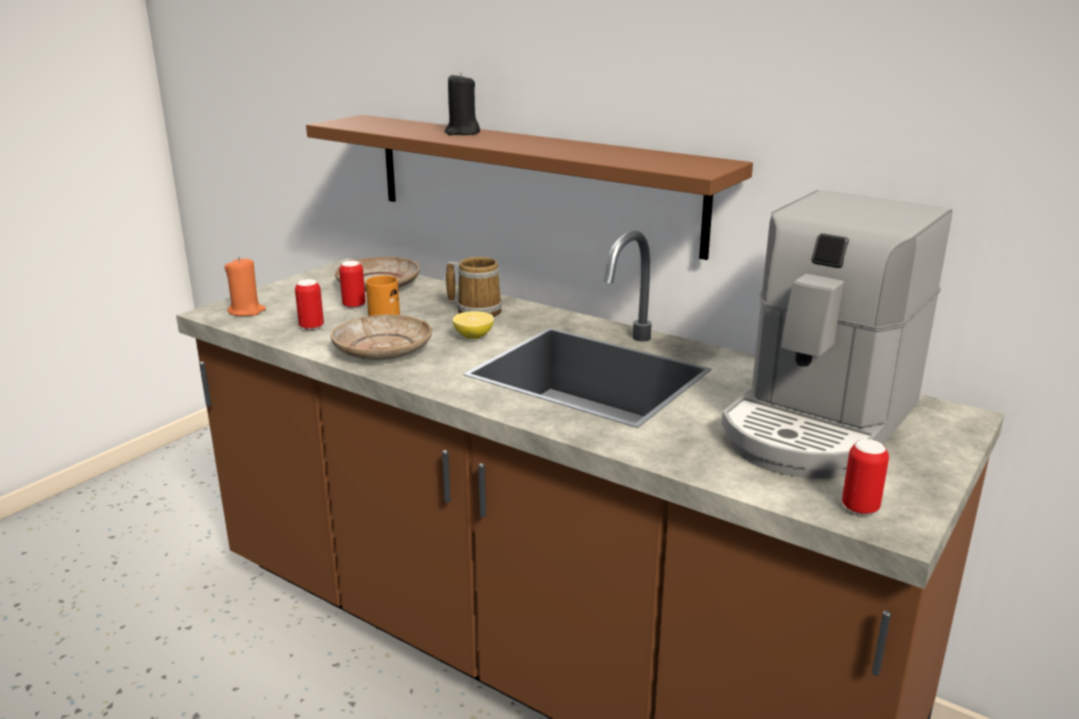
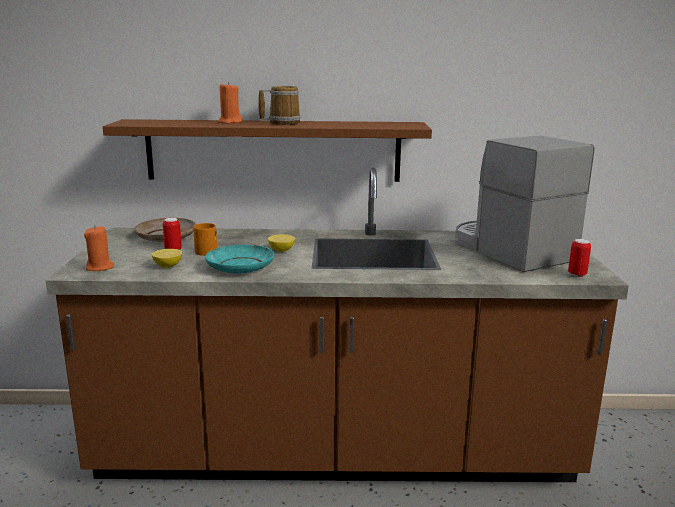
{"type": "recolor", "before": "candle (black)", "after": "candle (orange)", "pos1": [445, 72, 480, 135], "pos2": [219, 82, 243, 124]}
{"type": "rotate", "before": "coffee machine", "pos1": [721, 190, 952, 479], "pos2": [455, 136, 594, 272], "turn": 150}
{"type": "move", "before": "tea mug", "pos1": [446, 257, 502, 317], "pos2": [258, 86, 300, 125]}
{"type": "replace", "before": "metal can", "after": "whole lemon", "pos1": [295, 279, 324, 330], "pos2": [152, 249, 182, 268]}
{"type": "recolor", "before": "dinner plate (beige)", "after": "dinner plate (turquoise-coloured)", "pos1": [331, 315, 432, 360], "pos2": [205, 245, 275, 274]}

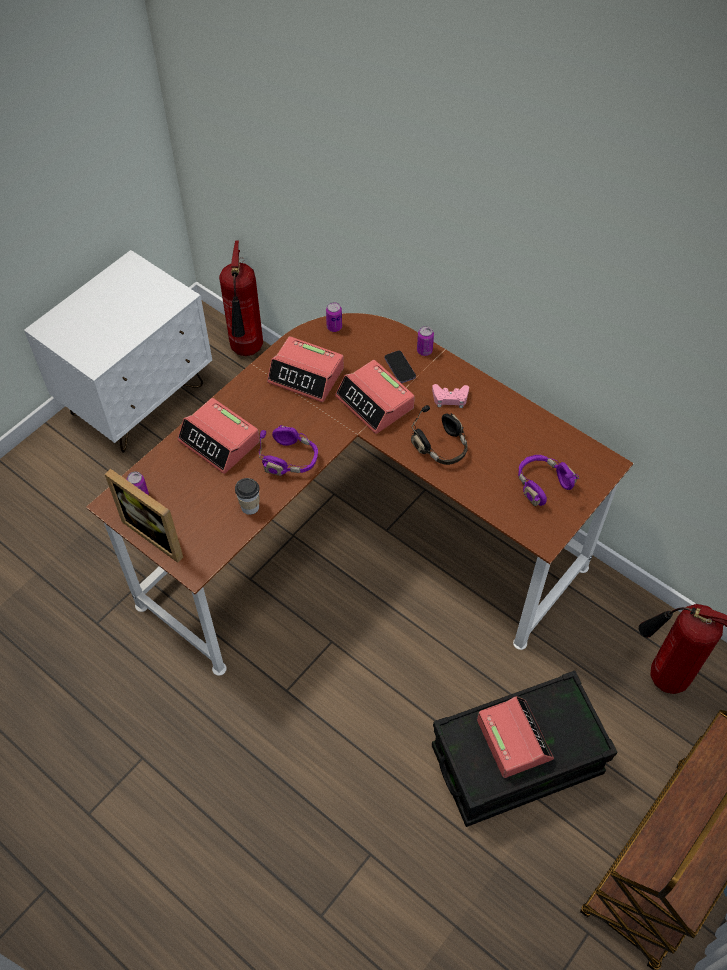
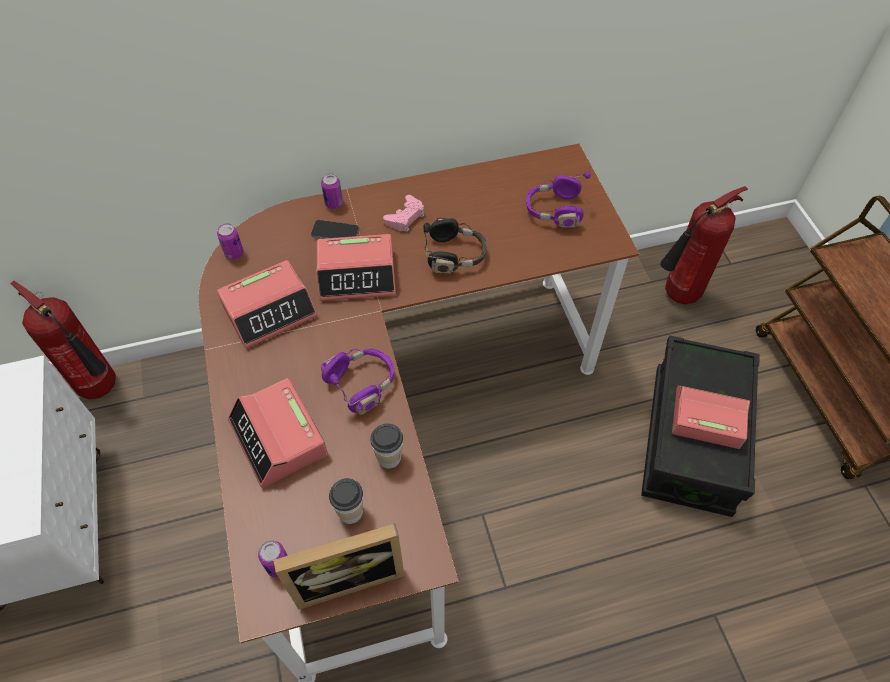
{"type": "rotate", "before": "alarm clock", "pos1": [177, 398, 260, 474], "pos2": [228, 378, 328, 488], "turn": 75}
{"type": "insert", "after": "drinking cup", "pos2": [329, 478, 363, 524]}

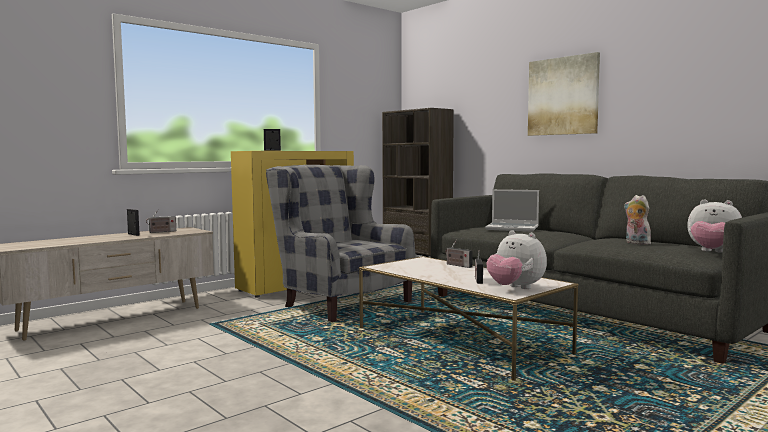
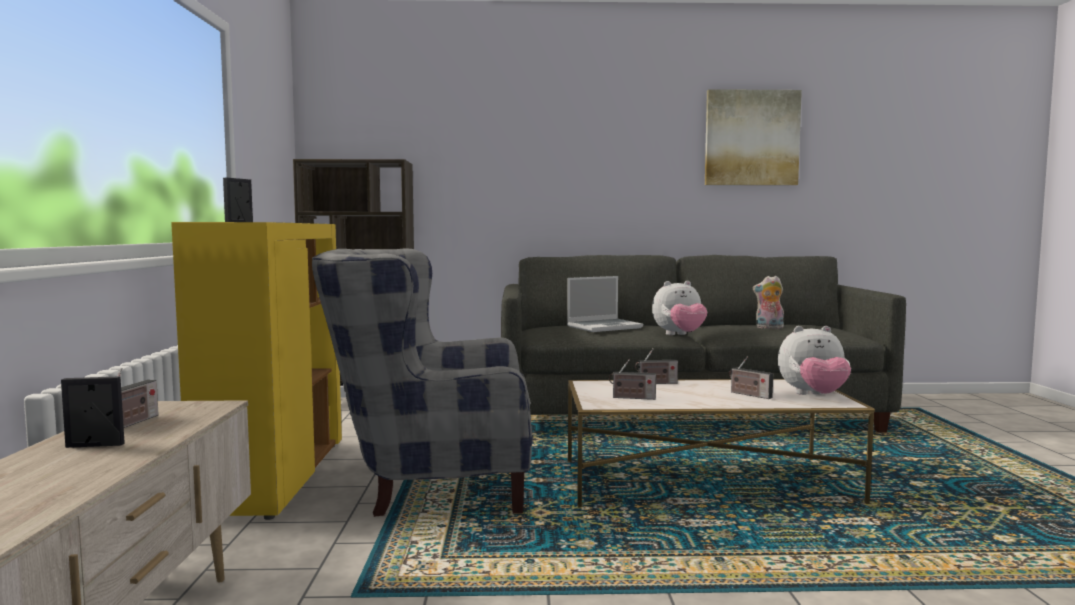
{"type": "move", "before": "picture", "pos1": [528, 52, 600, 136], "pos2": [705, 89, 802, 185]}
{"type": "move", "before": "plush toy", "pos1": [687, 199, 742, 253], "pos2": [652, 281, 707, 335]}
{"type": "insert", "after": "radio receiver", "pos2": [609, 360, 656, 400]}

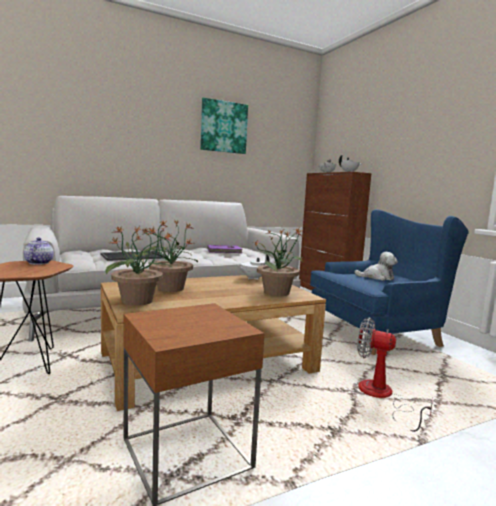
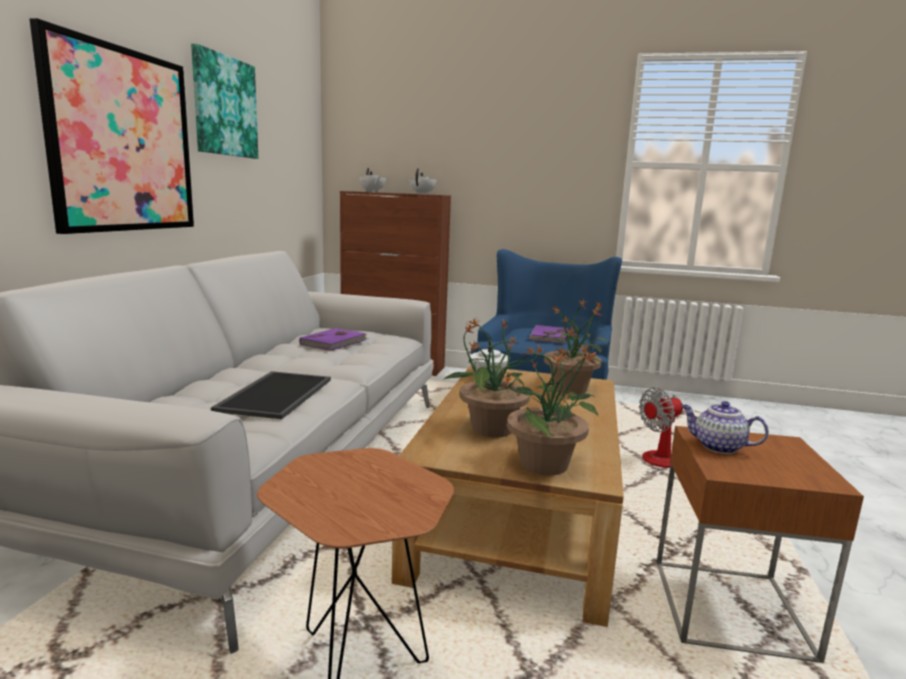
{"type": "move", "before": "tea pot", "pos1": [24, 238, 54, 265], "pos2": [682, 401, 769, 454]}
{"type": "replace", "before": "plush toy", "after": "book (purple-coloured)", "pos1": [354, 252, 398, 281], "pos2": [528, 325, 568, 344]}
{"type": "insert", "after": "picture", "pos2": [30, 18, 194, 234]}

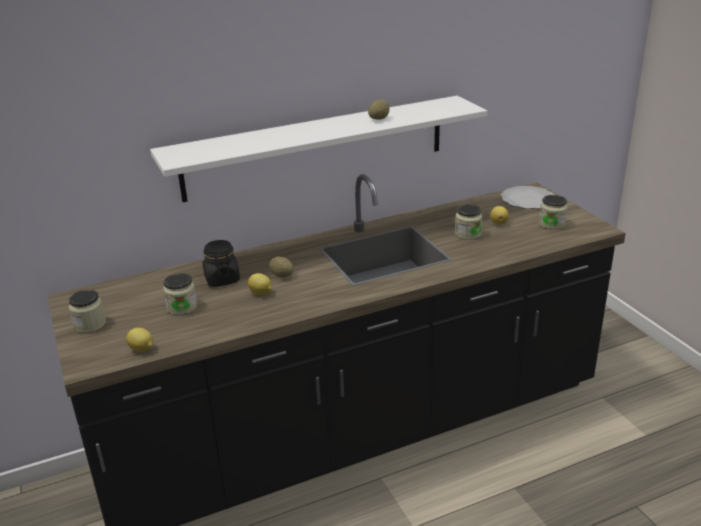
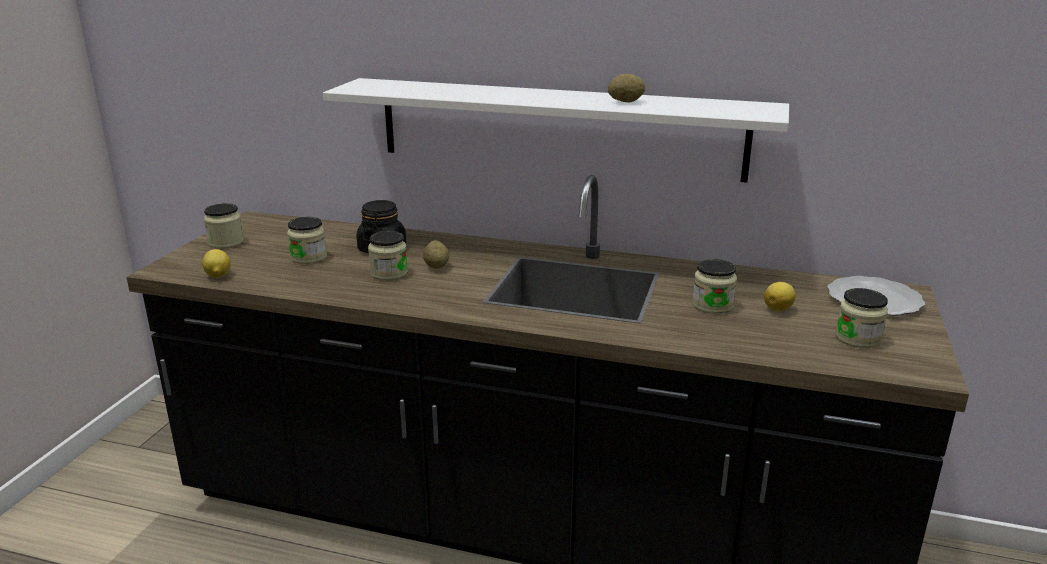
{"type": "replace", "before": "whole lemon", "after": "storage jar", "pos1": [248, 273, 272, 295], "pos2": [368, 231, 408, 281]}

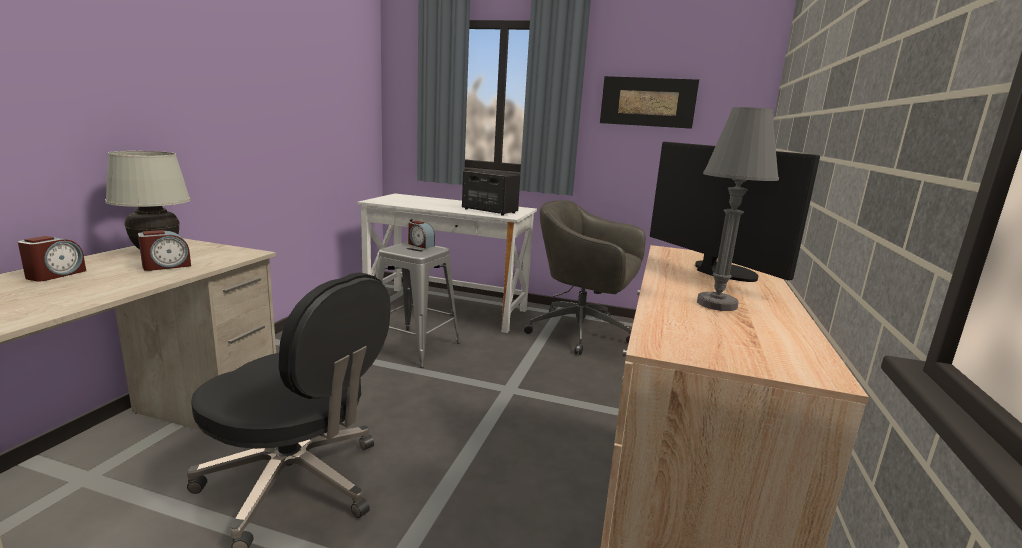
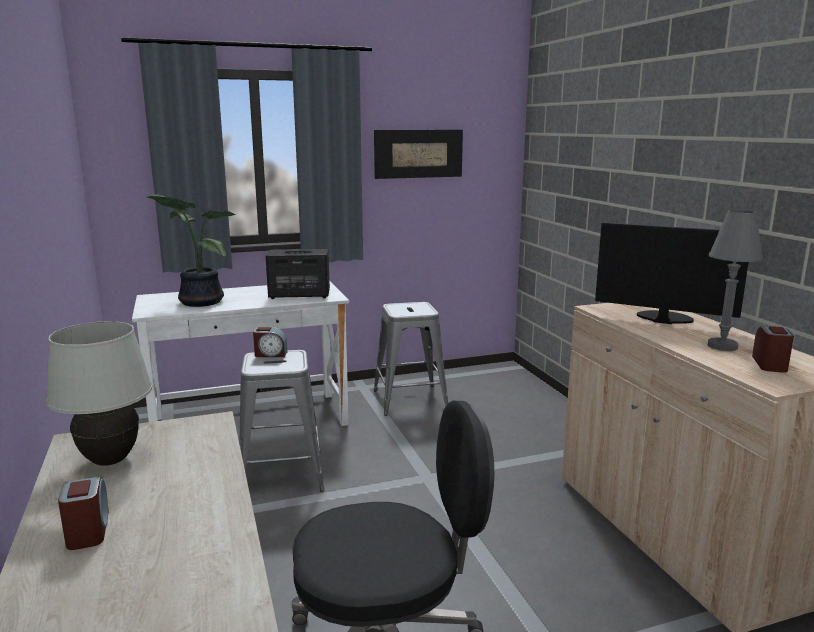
{"type": "replace", "before": "office chair (greyish)", "after": "stool (greyish)", "pos1": [524, 200, 646, 355], "pos2": [374, 302, 448, 416]}
{"type": "move", "before": "alarm clock", "pos1": [138, 230, 191, 271], "pos2": [752, 326, 794, 373]}
{"type": "insert", "after": "plant in a pot", "pos2": [146, 195, 235, 307]}

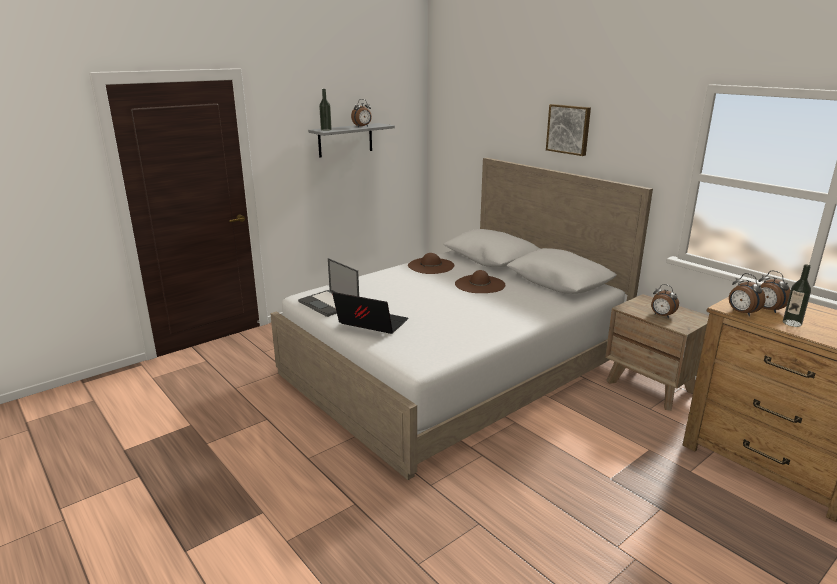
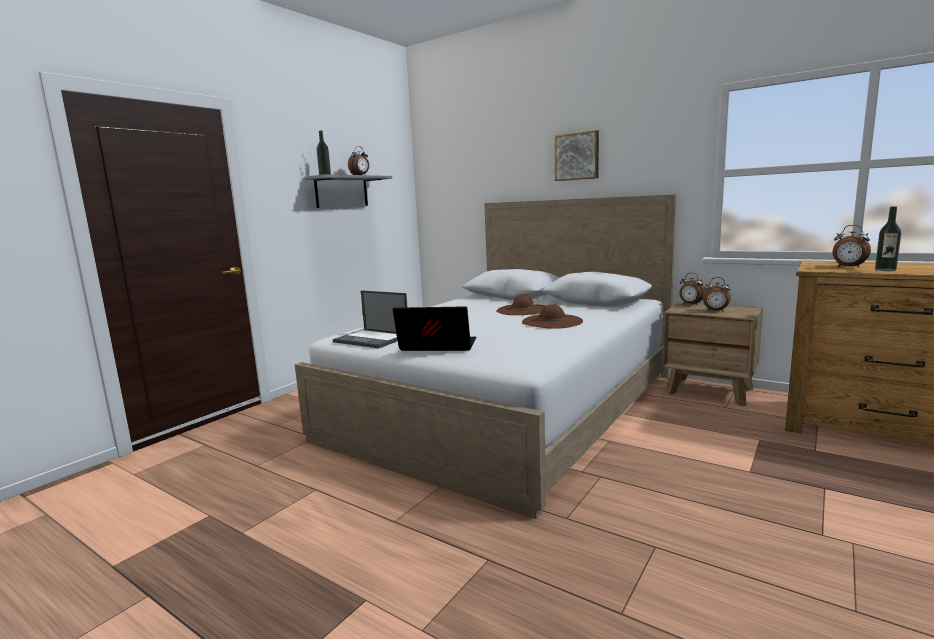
{"type": "move", "before": "hat (brownish)", "pos1": [408, 253, 454, 274], "pos2": [522, 304, 583, 329]}
{"type": "move", "before": "alarm clock", "pos1": [729, 273, 766, 316], "pos2": [679, 273, 705, 305]}

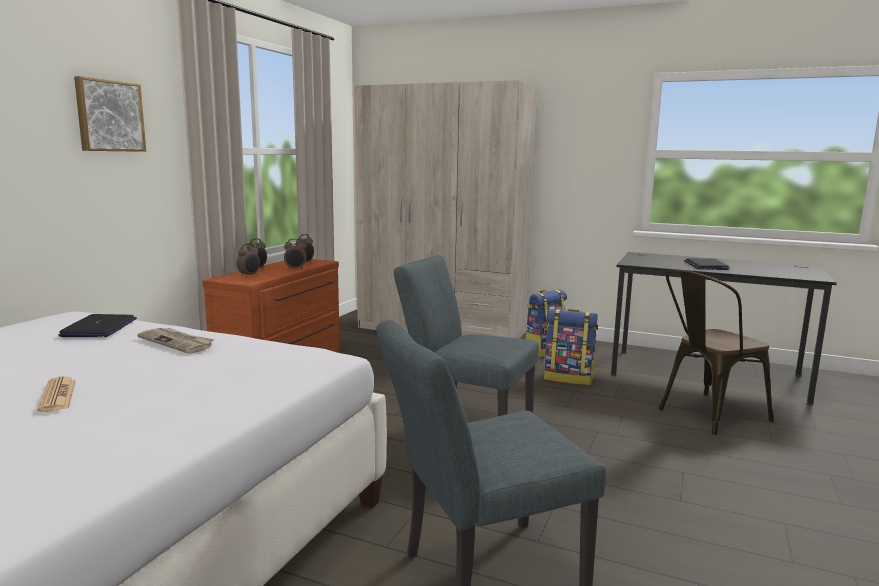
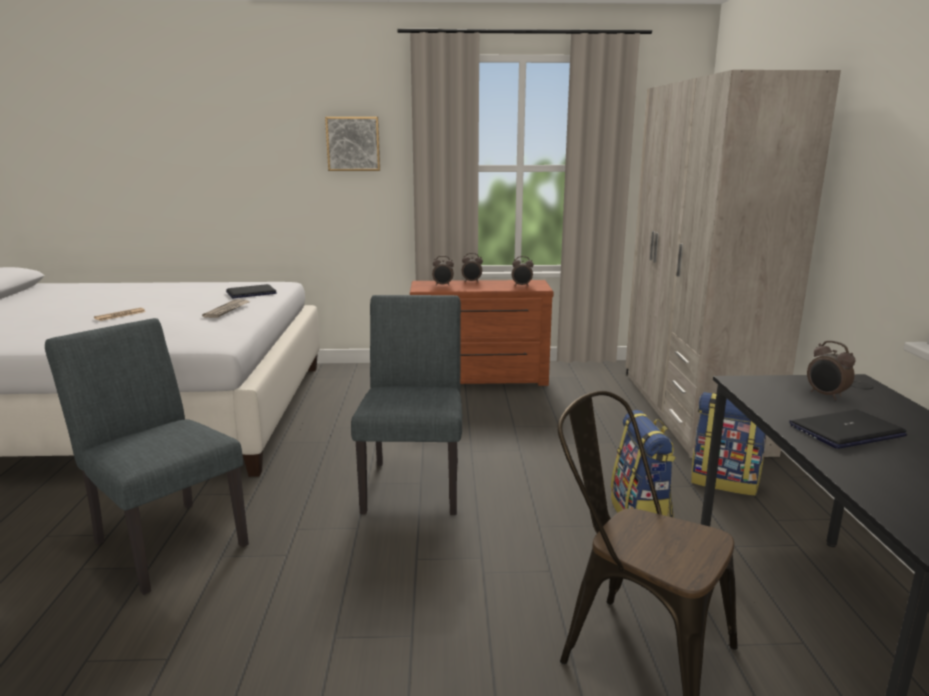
{"type": "move", "before": "alarm clock", "pos1": [284, 239, 307, 270], "pos2": [807, 341, 856, 400]}

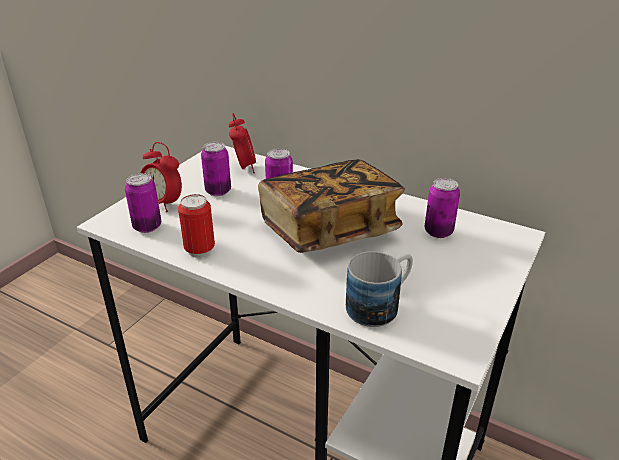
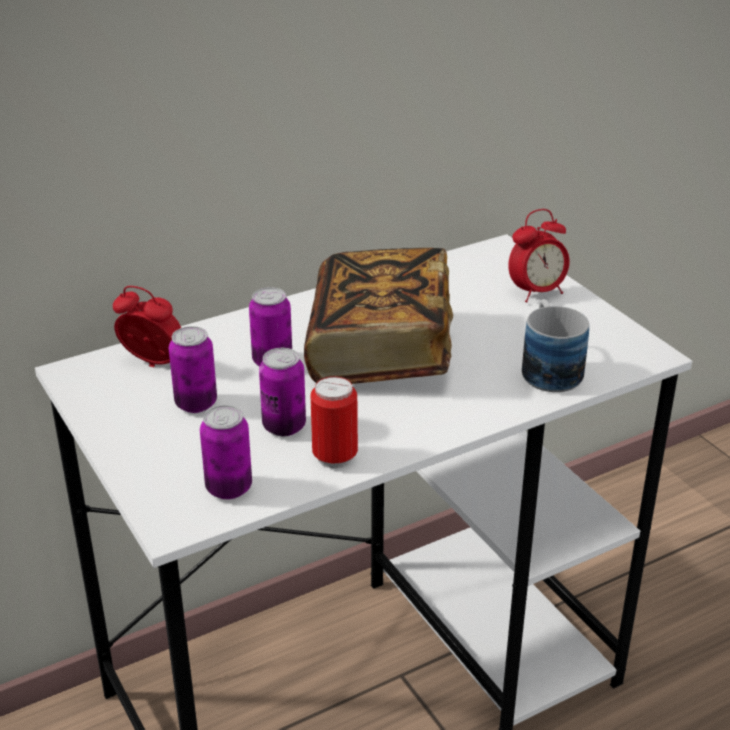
{"type": "move", "before": "alarm clock", "pos1": [141, 142, 182, 212], "pos2": [508, 209, 569, 302]}
{"type": "move", "before": "metal can", "pos1": [425, 178, 460, 238], "pos2": [259, 348, 306, 436]}

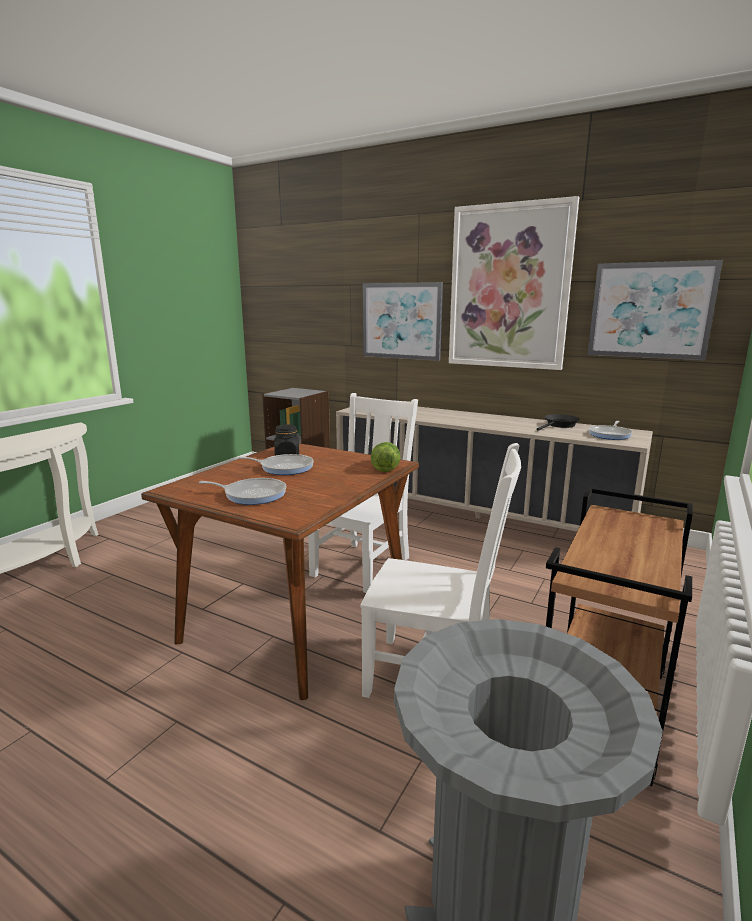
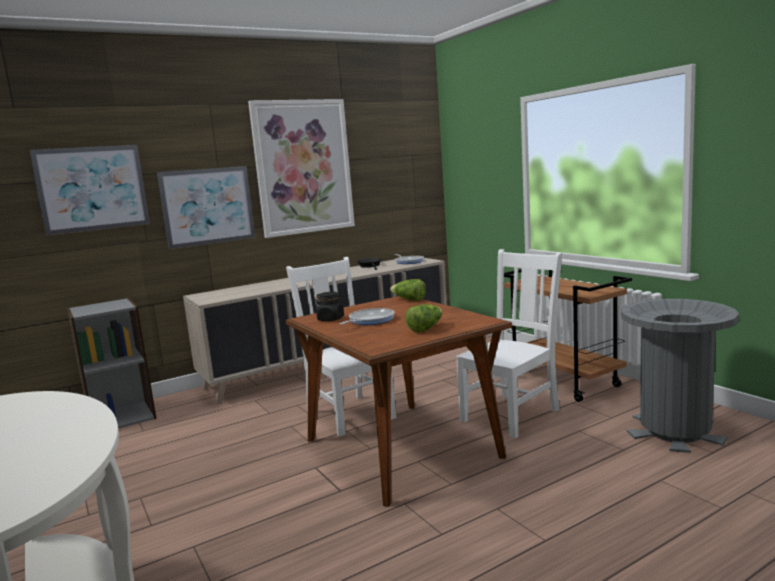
{"type": "move", "before": "picture", "pos1": [588, 260, 723, 360], "pos2": [30, 145, 150, 235]}
{"type": "replace", "before": "frying pan", "after": "head of lettuce", "pos1": [199, 478, 286, 505], "pos2": [405, 304, 442, 332]}

